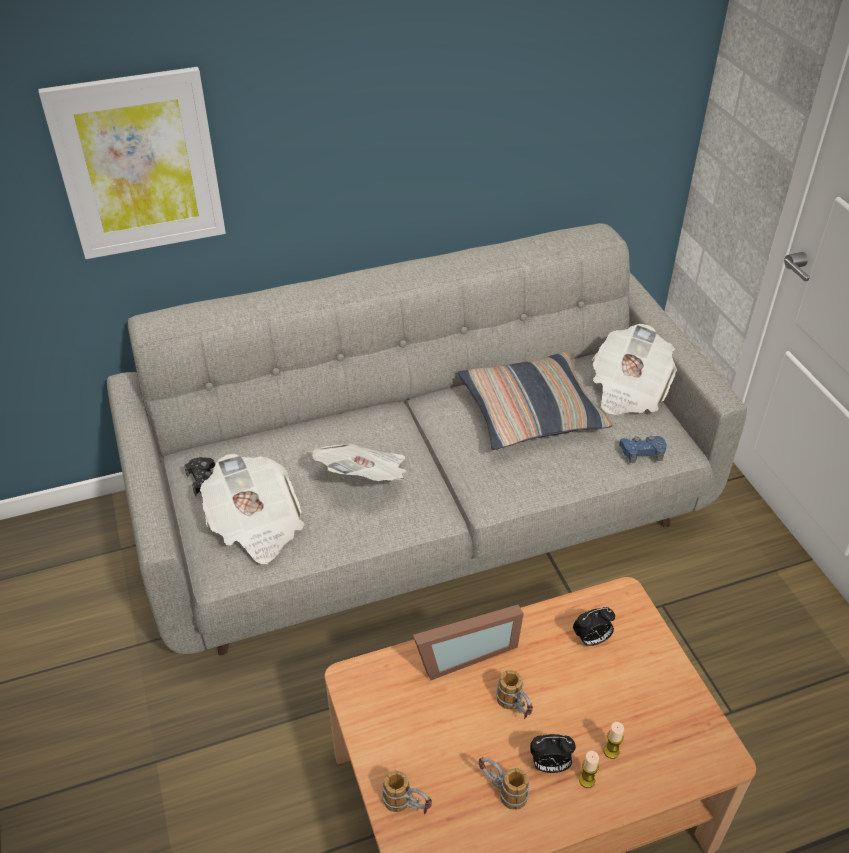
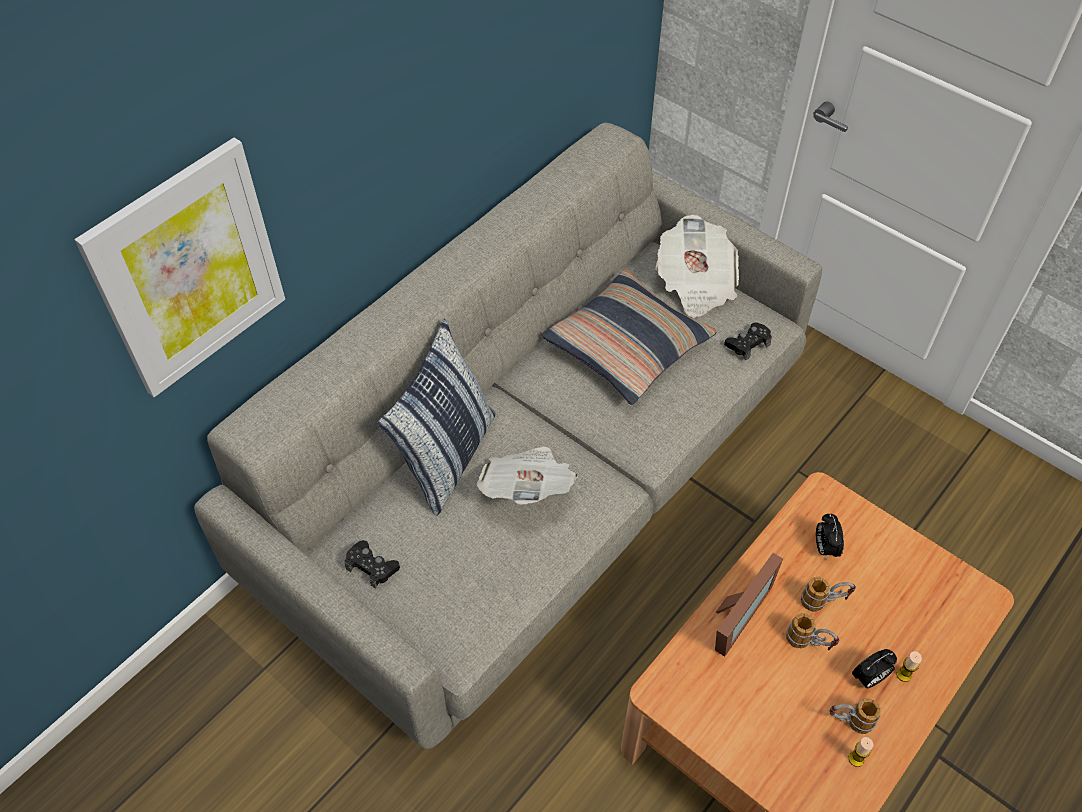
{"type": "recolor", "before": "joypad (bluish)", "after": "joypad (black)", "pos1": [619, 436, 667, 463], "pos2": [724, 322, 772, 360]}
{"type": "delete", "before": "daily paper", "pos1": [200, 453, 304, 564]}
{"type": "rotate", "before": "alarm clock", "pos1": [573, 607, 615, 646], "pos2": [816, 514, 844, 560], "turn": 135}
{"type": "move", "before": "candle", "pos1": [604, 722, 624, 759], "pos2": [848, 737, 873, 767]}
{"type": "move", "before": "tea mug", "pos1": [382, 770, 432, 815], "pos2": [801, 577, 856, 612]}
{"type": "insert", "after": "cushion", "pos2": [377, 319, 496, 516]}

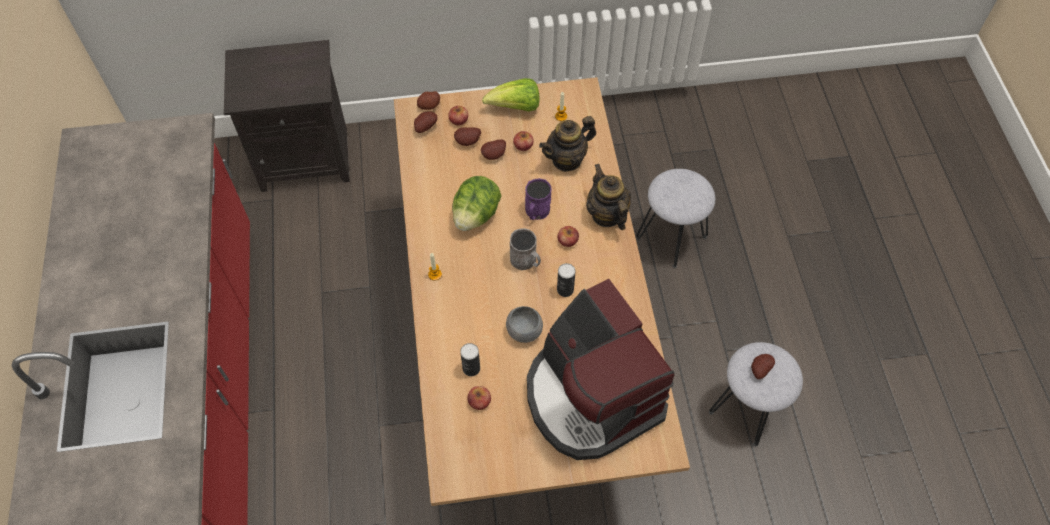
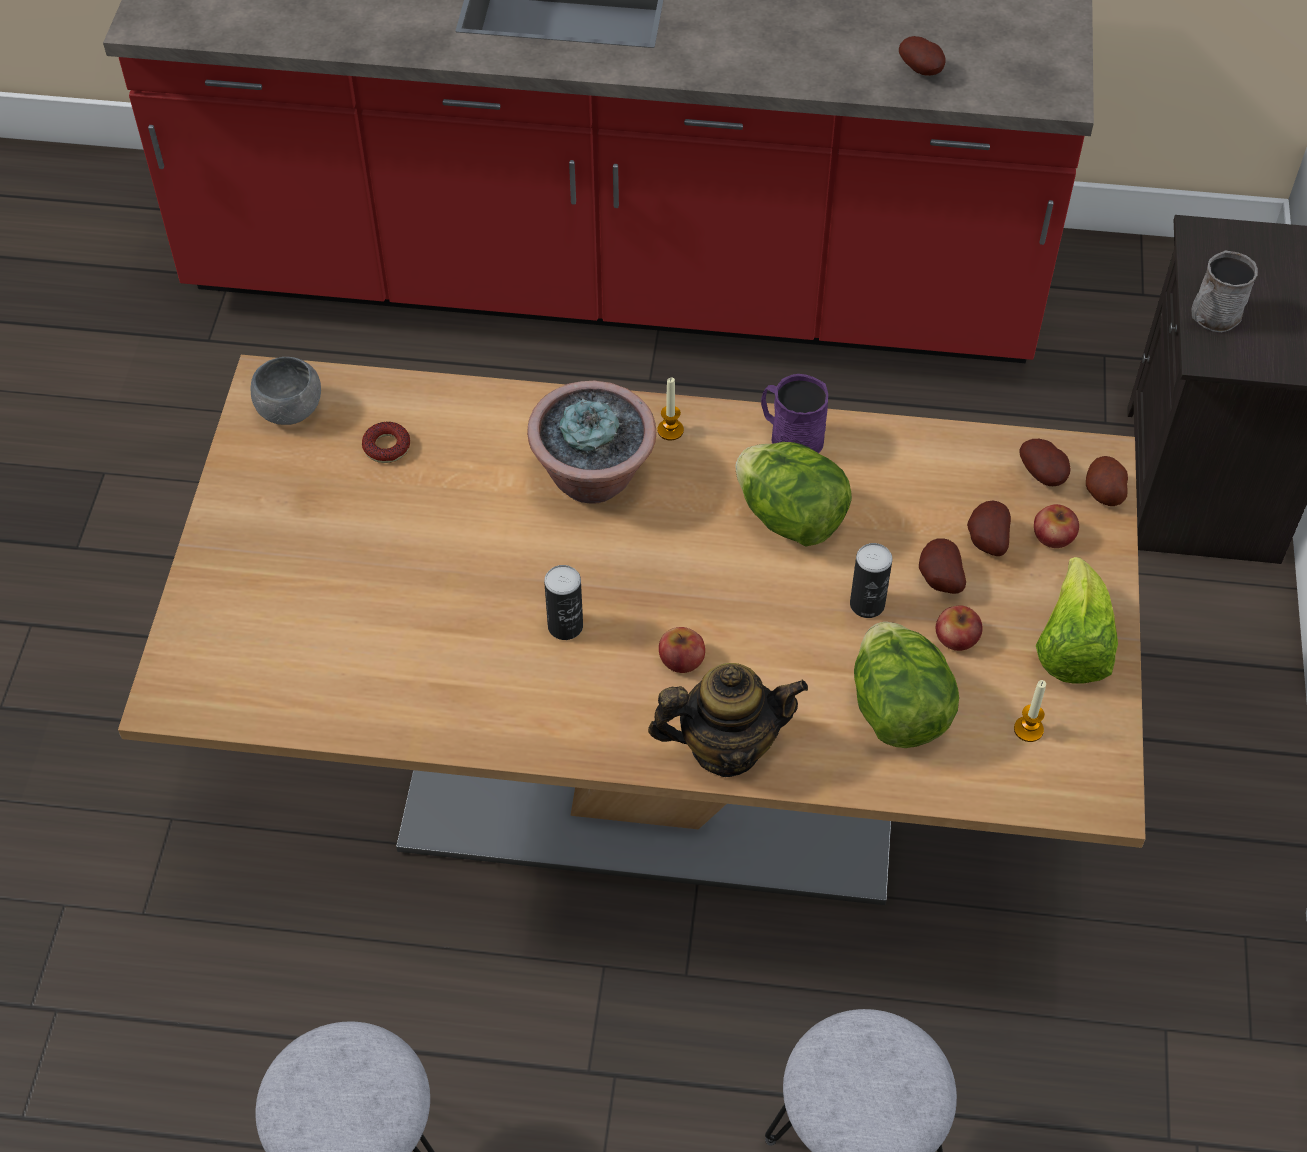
{"type": "replace", "before": "tea pot", "after": "head of lettuce", "pos1": [539, 116, 596, 172], "pos2": [854, 622, 959, 748]}
{"type": "move", "before": "tea mug (purple-coloured)", "pos1": [525, 178, 552, 220], "pos2": [761, 374, 828, 453]}
{"type": "move", "before": "tea mug (greyish)", "pos1": [510, 228, 541, 270], "pos2": [1191, 250, 1258, 333]}
{"type": "delete", "before": "coffee machine", "pos1": [527, 279, 675, 460]}
{"type": "move", "before": "serving bowl (greyish)", "pos1": [506, 306, 543, 343], "pos2": [251, 357, 321, 425]}
{"type": "move", "before": "metal can", "pos1": [460, 343, 480, 376], "pos2": [850, 543, 892, 618]}
{"type": "move", "before": "whole potato", "pos1": [751, 354, 775, 379], "pos2": [899, 36, 946, 76]}
{"type": "replace", "before": "apple", "after": "donut", "pos1": [468, 386, 491, 410], "pos2": [362, 422, 410, 463]}
{"type": "insert", "after": "plant in a pot", "pos2": [527, 381, 656, 504]}

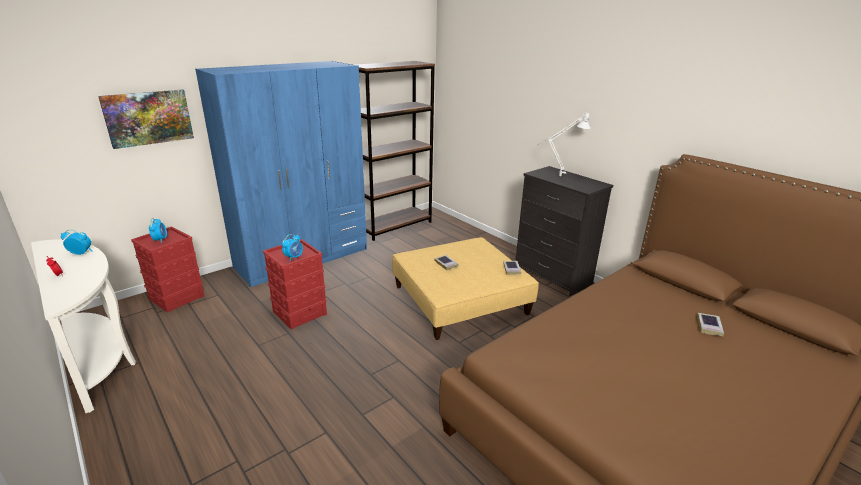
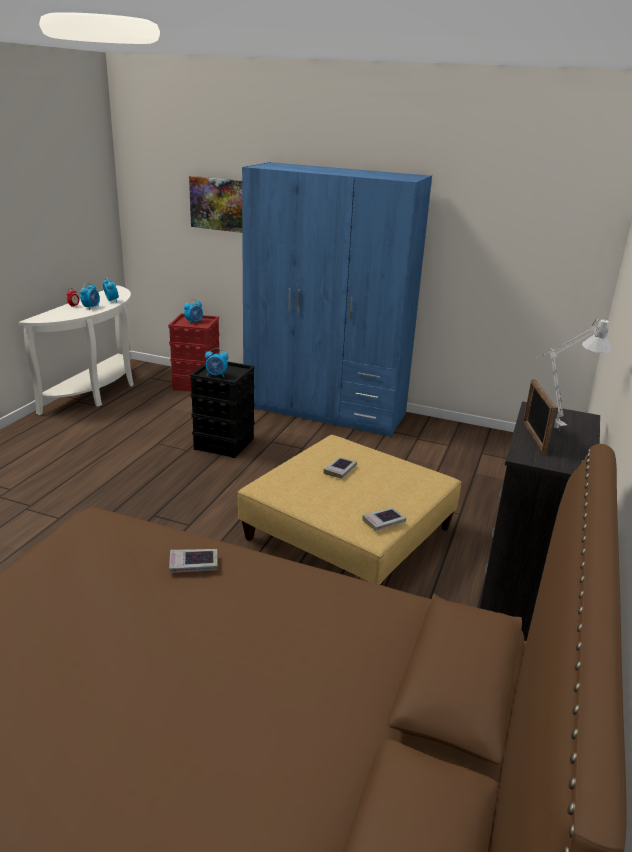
{"type": "delete", "before": "shelving unit (brownish)", "pos1": [357, 61, 435, 241]}
{"type": "recolor", "before": "storage box (reddish)", "after": "storage box (black)", "pos1": [263, 239, 327, 330], "pos2": [190, 361, 255, 458]}
{"type": "move", "before": "book", "pos1": [697, 313, 724, 336], "pos2": [169, 549, 218, 573]}
{"type": "insert", "after": "alarm clock", "pos2": [80, 283, 100, 310]}
{"type": "insert", "after": "standing frame", "pos2": [523, 379, 556, 454]}

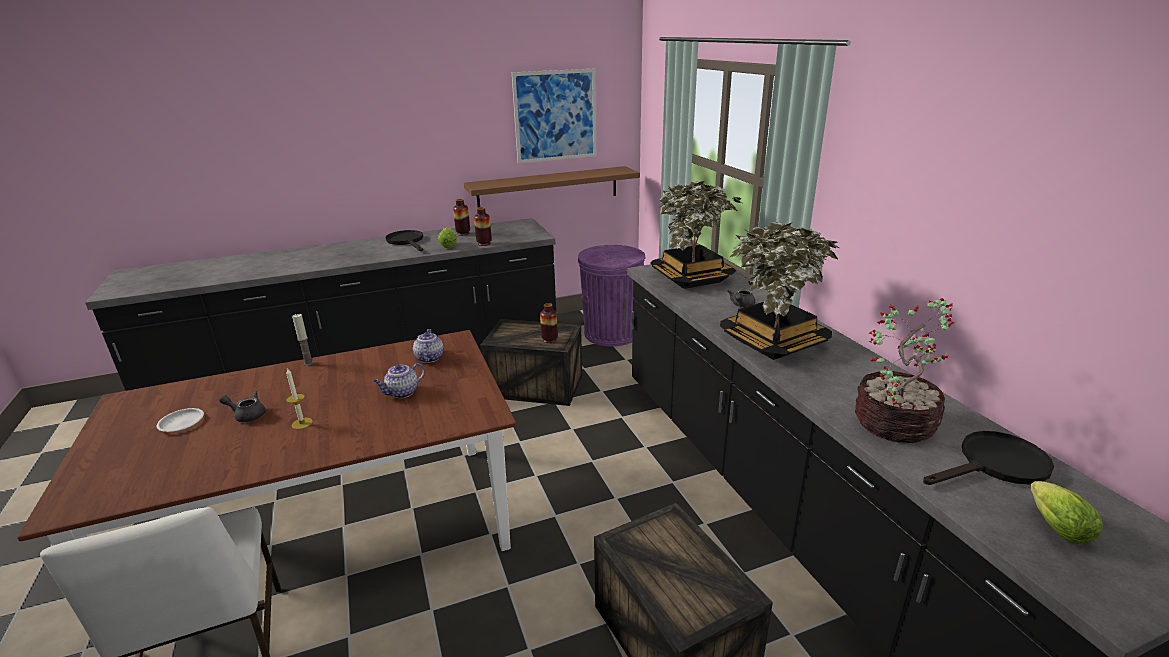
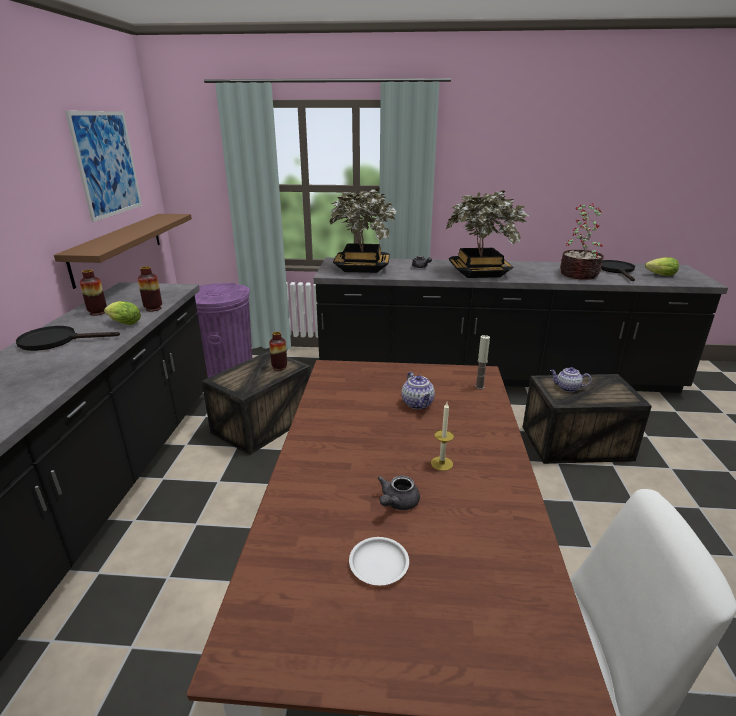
{"type": "move", "before": "candle", "pos1": [292, 314, 314, 366], "pos2": [475, 335, 490, 390]}
{"type": "move", "before": "tea pot", "pos1": [413, 329, 443, 363], "pos2": [550, 367, 591, 392]}

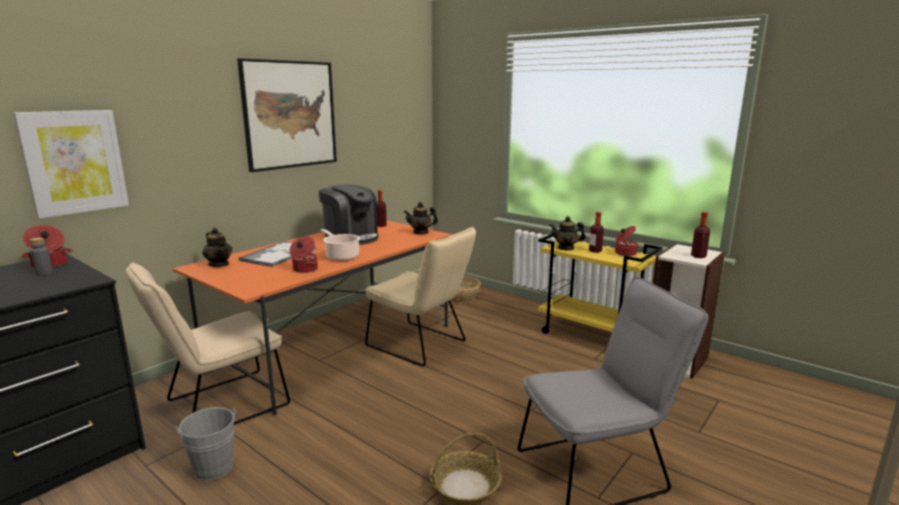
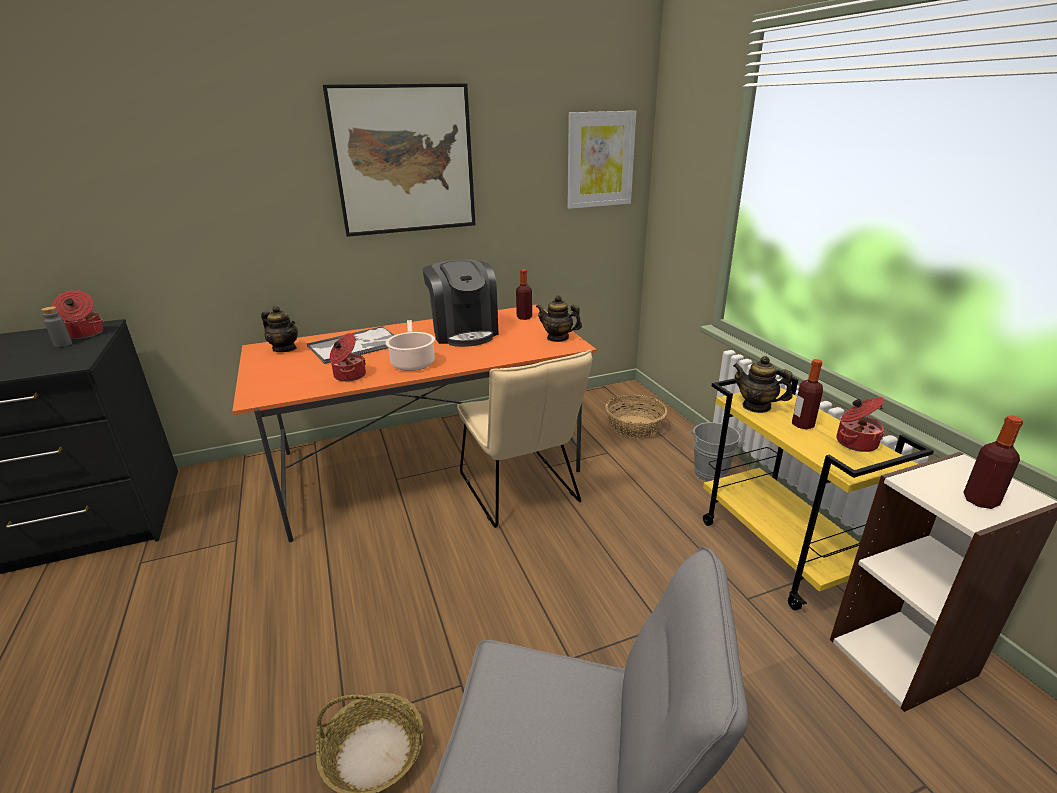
{"type": "move", "before": "picture", "pos1": [14, 110, 129, 219], "pos2": [567, 111, 636, 209]}
{"type": "rotate", "before": "tea pot", "pos1": [202, 228, 232, 267], "pos2": [261, 306, 298, 352], "turn": -45}
{"type": "delete", "before": "plain chair (beige)", "pos1": [125, 262, 290, 425]}
{"type": "move", "before": "water bucket (greyish)", "pos1": [176, 407, 236, 481], "pos2": [689, 422, 742, 482]}

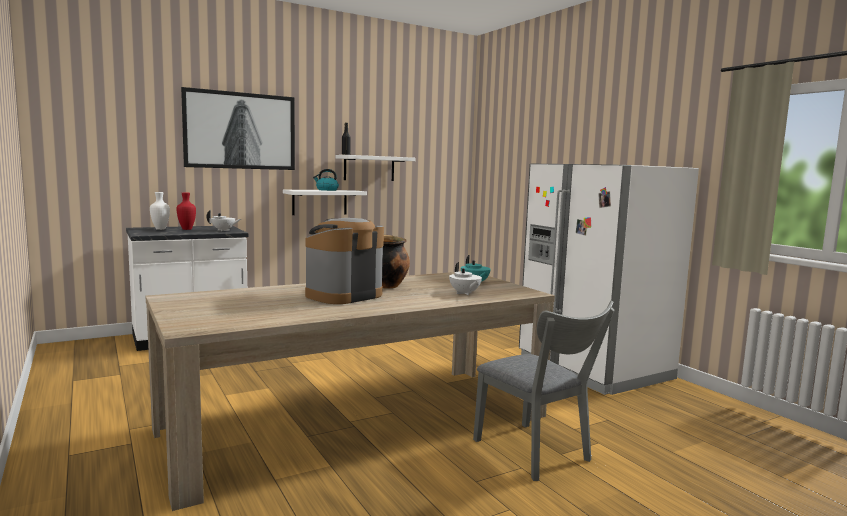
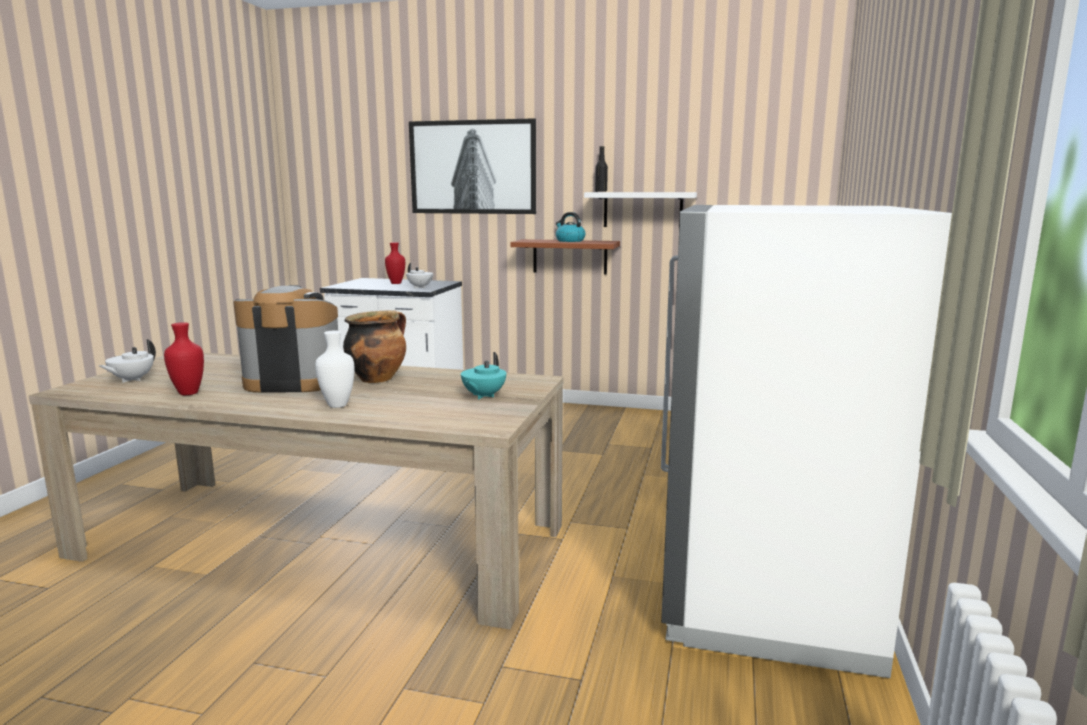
{"type": "recolor", "before": "wall shelf (white)", "after": "wall shelf (brownish)", "pos1": [283, 190, 367, 215], "pos2": [510, 239, 620, 275]}
{"type": "move", "before": "flower vase (white)", "pos1": [150, 192, 170, 230], "pos2": [315, 331, 354, 408]}
{"type": "move", "before": "tea pot (white)", "pos1": [449, 262, 482, 295], "pos2": [99, 339, 156, 383]}
{"type": "delete", "before": "plain chair (greyish)", "pos1": [473, 301, 615, 481]}
{"type": "insert", "after": "flower vase (reddish)", "pos2": [164, 322, 204, 395]}

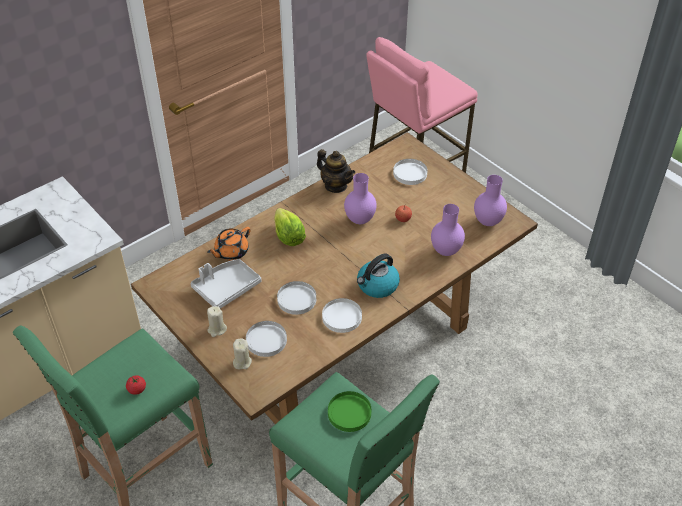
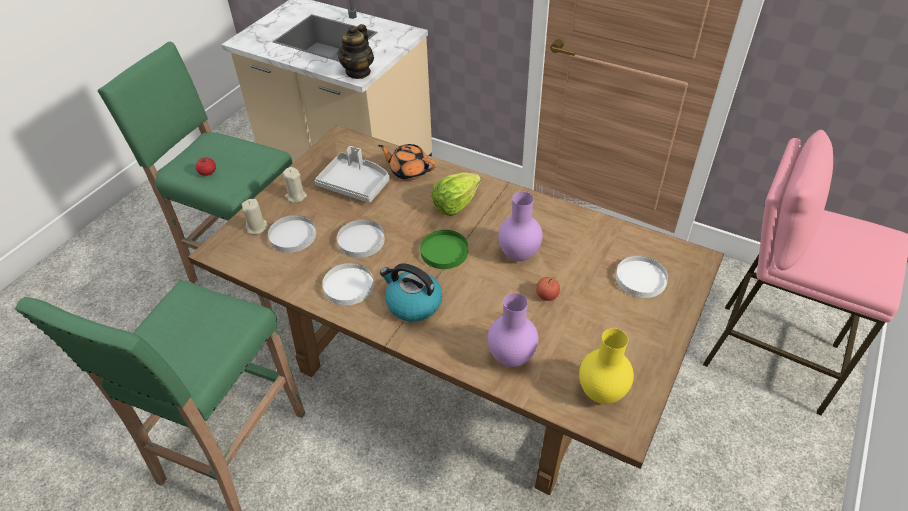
{"type": "move", "before": "tea pot", "pos1": [317, 149, 355, 193], "pos2": [337, 24, 374, 79]}
{"type": "recolor", "before": "flower vase (purple-coloured)", "after": "flower vase (yellow)", "pos1": [474, 175, 507, 226], "pos2": [579, 328, 634, 404]}
{"type": "move", "before": "dinner plate (green-coloured)", "pos1": [328, 391, 371, 432], "pos2": [420, 230, 468, 269]}

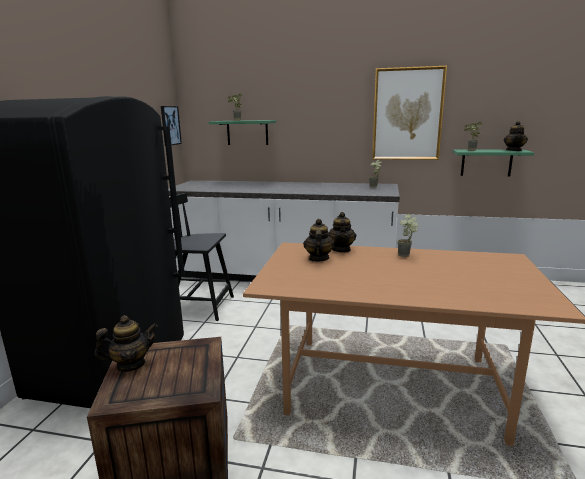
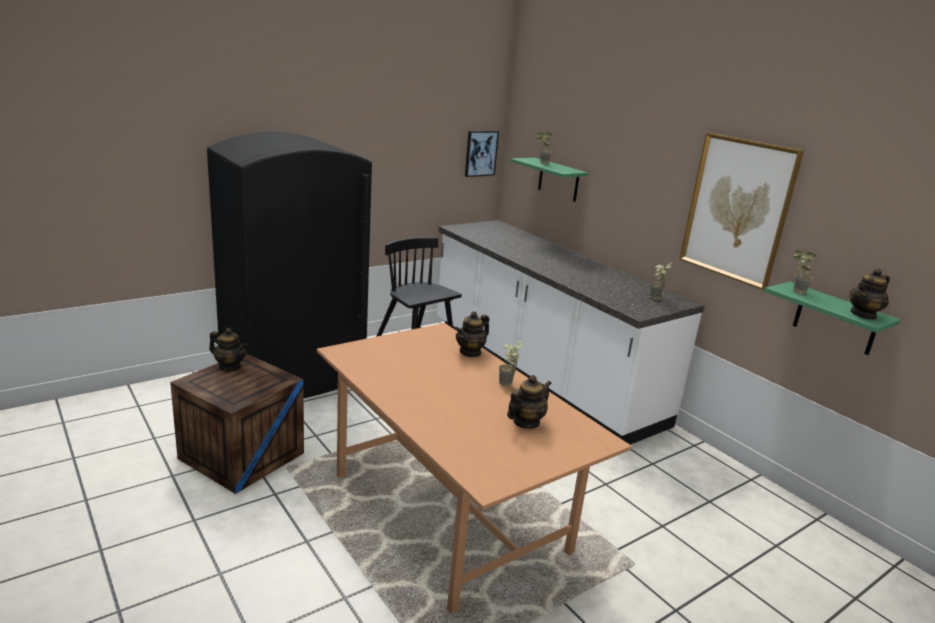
{"type": "move", "before": "tea pot", "pos1": [303, 219, 335, 262], "pos2": [507, 375, 552, 429]}

